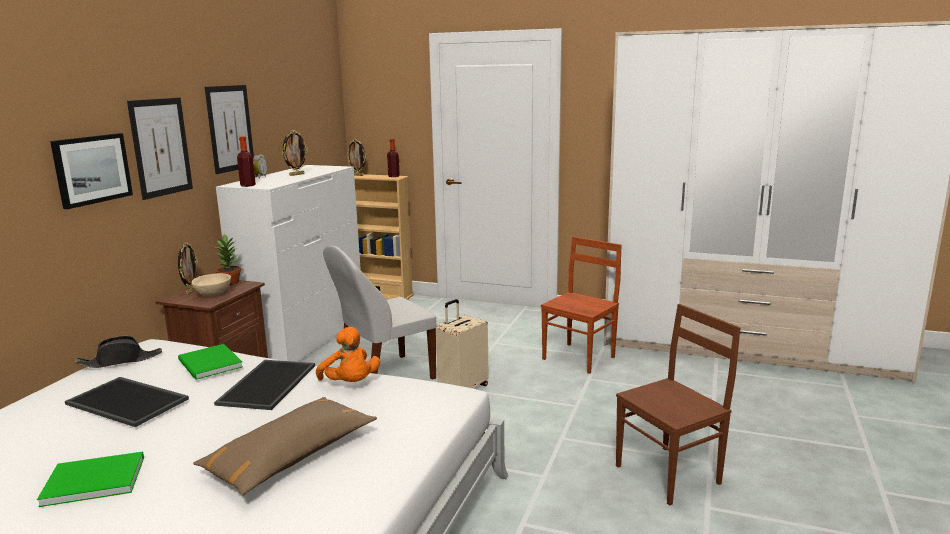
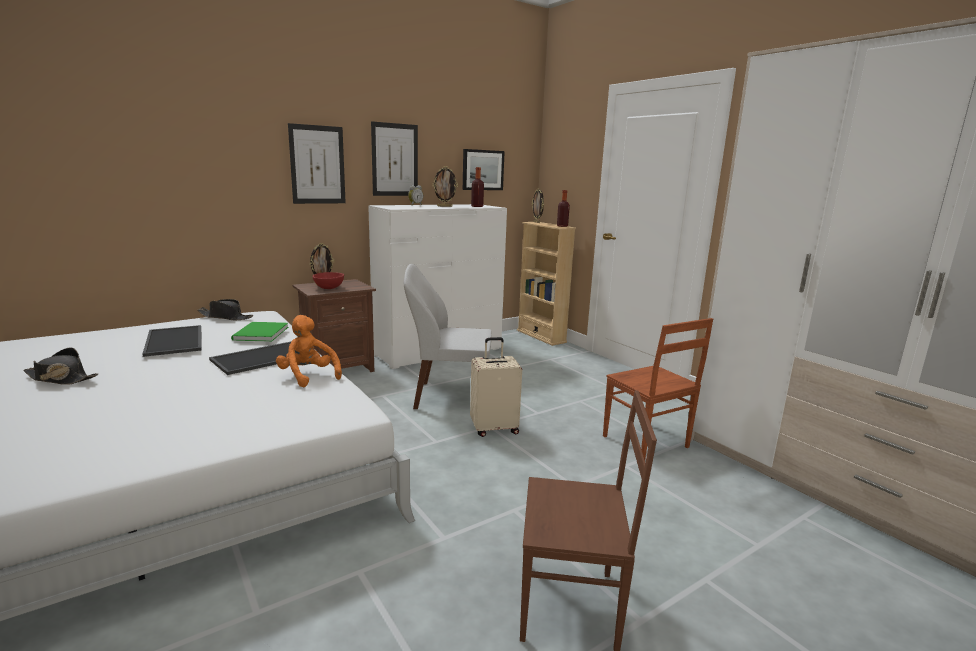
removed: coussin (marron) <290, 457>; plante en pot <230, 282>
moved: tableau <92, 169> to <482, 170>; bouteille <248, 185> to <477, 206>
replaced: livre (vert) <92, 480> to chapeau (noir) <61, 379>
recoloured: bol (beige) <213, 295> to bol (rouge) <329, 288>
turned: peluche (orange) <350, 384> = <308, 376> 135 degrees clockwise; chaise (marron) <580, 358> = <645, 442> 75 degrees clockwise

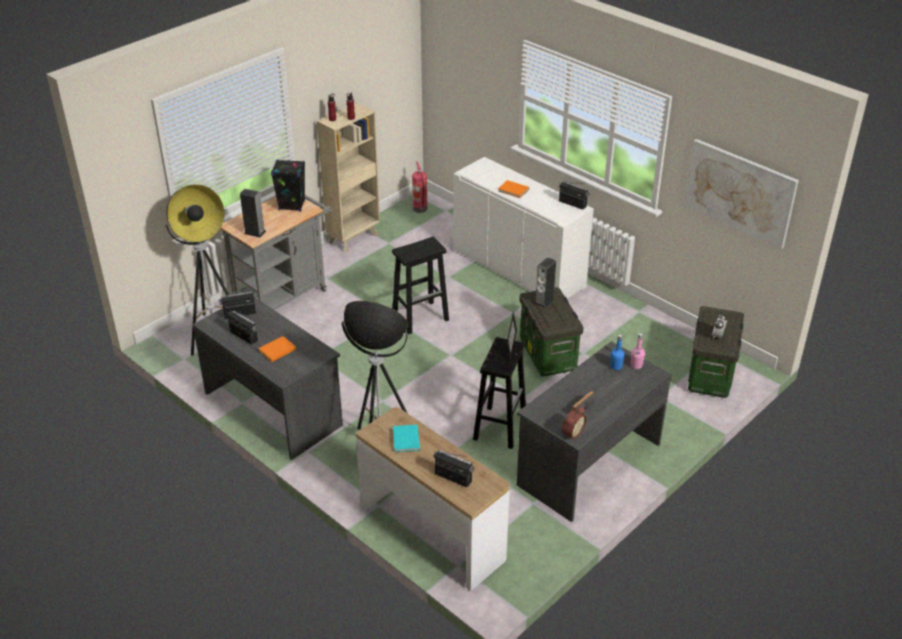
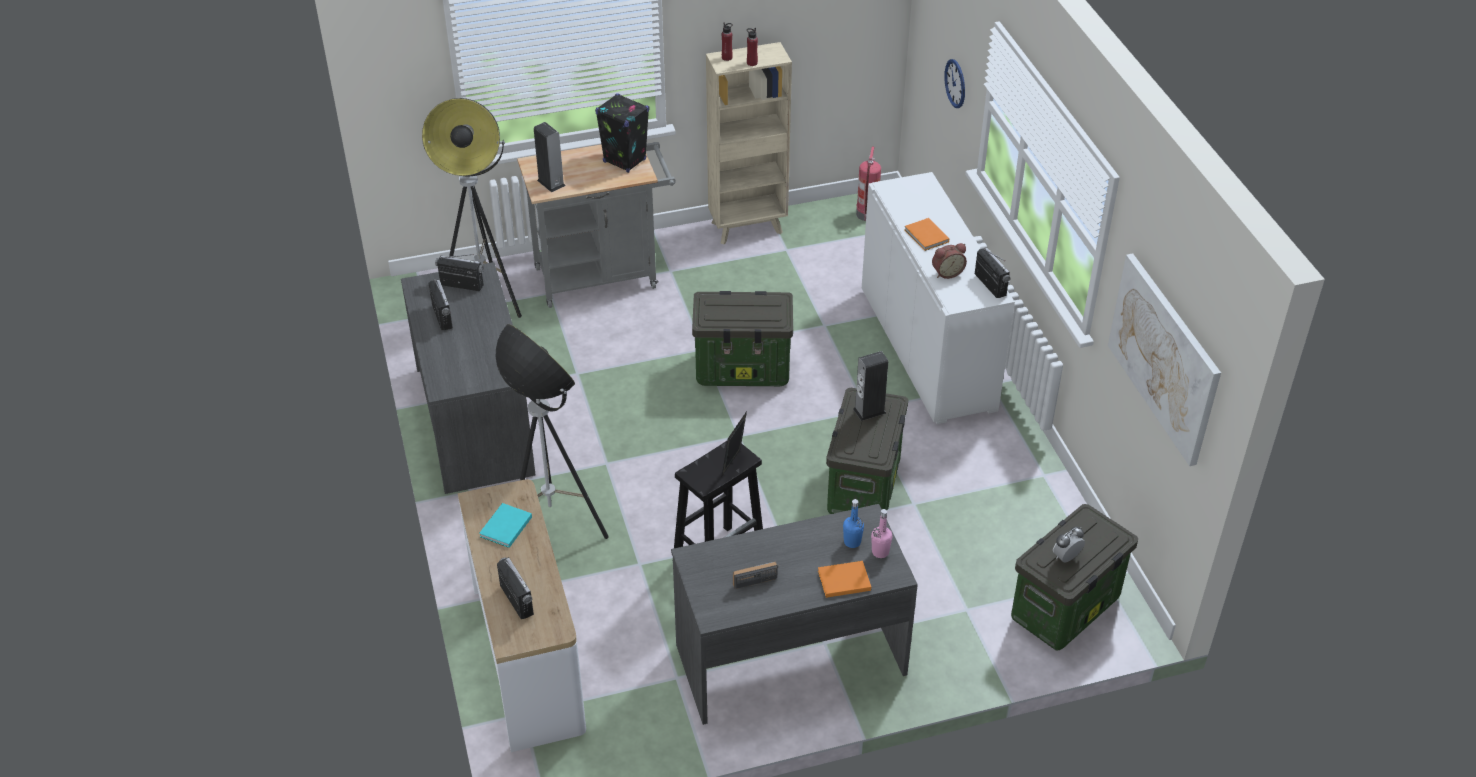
added: horloge murale <955, 83>
moved: livre (orange) <276, 350> to <842, 580>; réveil <571, 433> to <947, 272>
replaced: tabouret (noir) <421, 317> to boîte de rangement <744, 369>

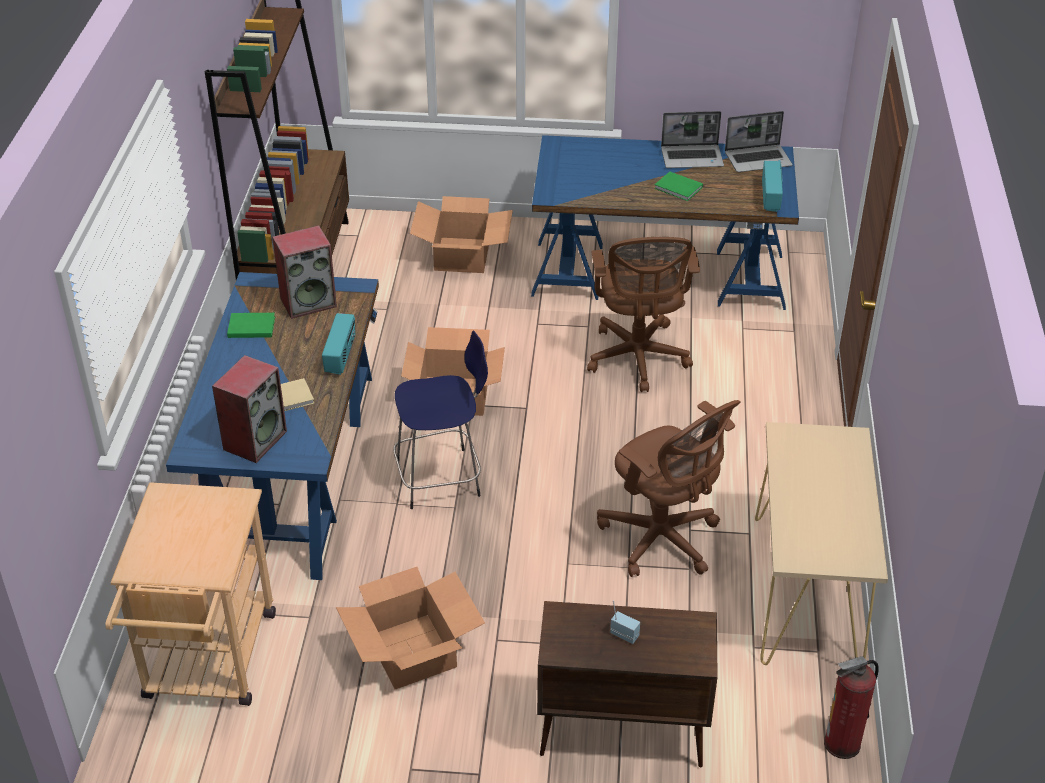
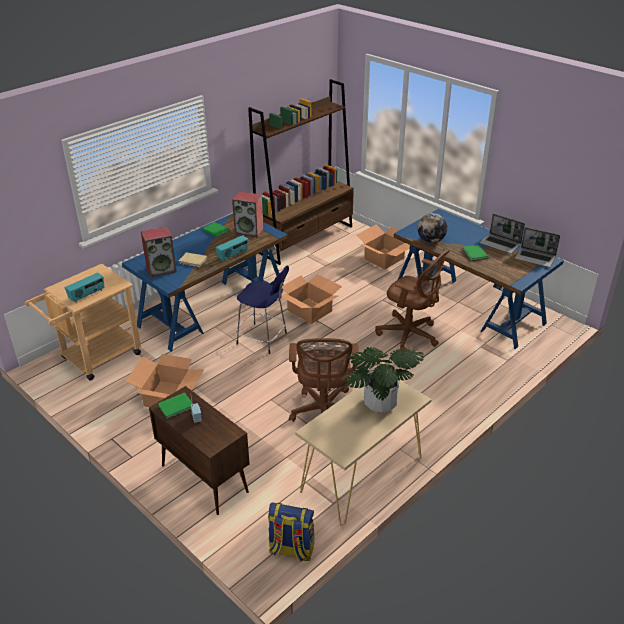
added: livre (vert) <177, 406>; plante en pot <380, 403>; globe <431, 241>
moved: radio <771, 198> to <87, 295>
replaced: extincteur <842, 744> to sac à dos <291, 549>
turned: chaise de bureau (marron) <638, 359> = <410, 335> 90 degrees counterclockwise

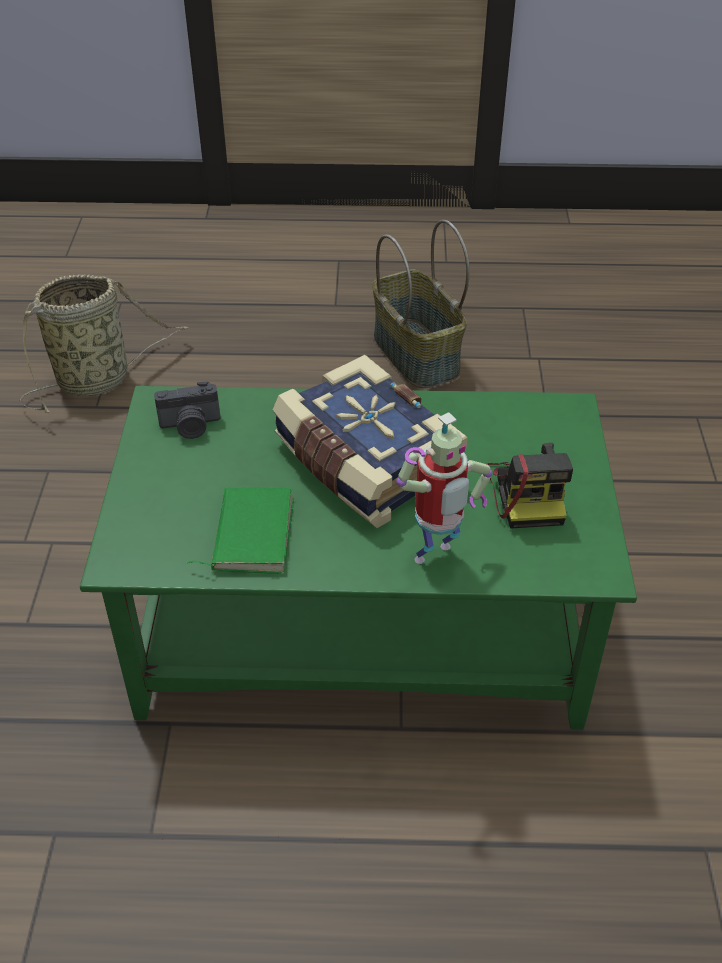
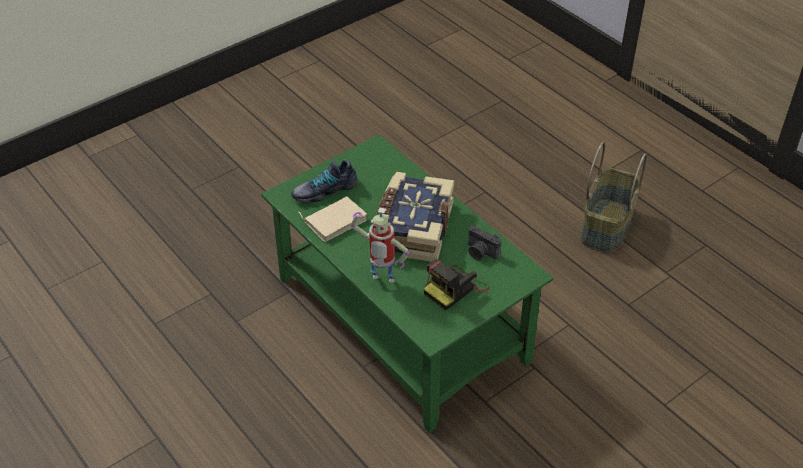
removed: panier <99, 379>
added: chaussure <324, 190>
moved: appareil photo <190, 426> to <480, 253>
recoloured: livre (vert) <250, 534> to livre (beige) <335, 220>

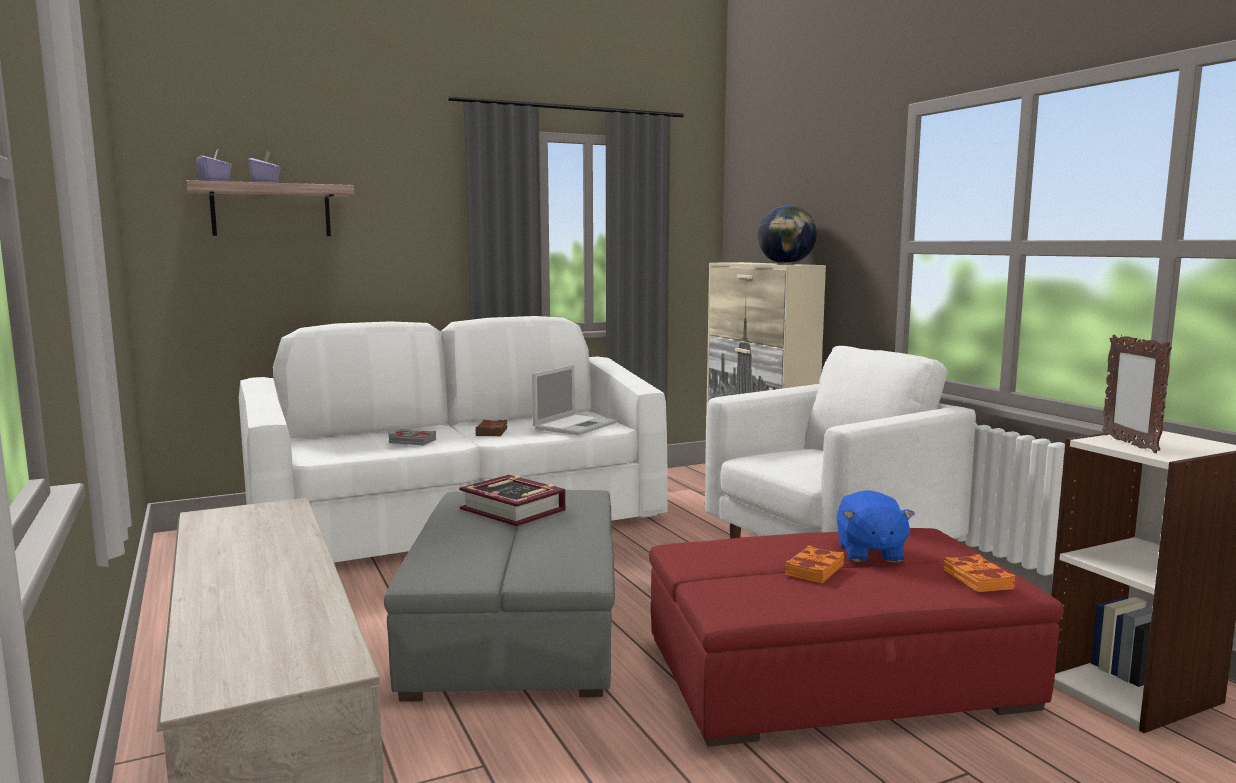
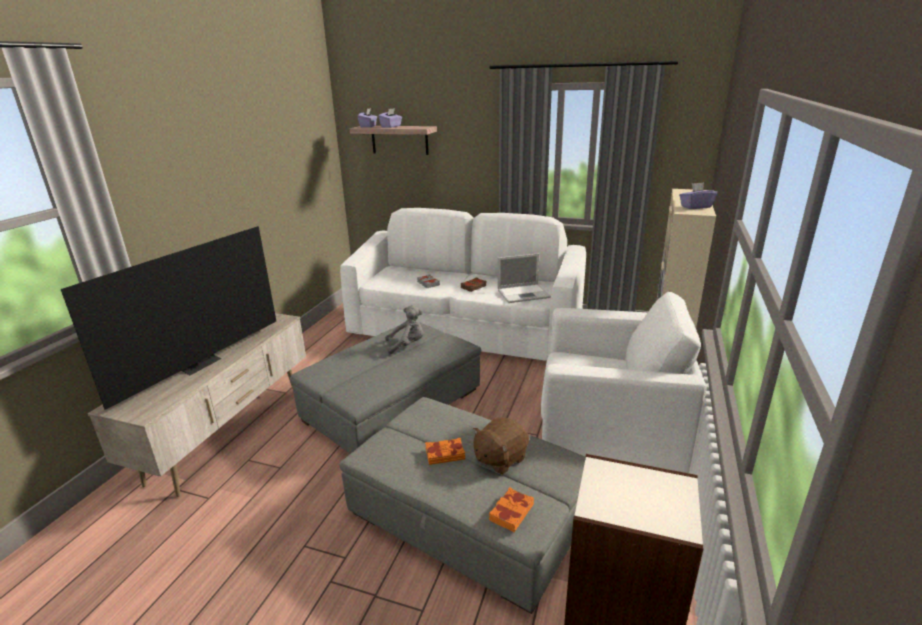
removed: cadre photo <1129, 444>
added: téléviseur <198, 363>
replaced: livre <513, 509> to peluche (gris) <407, 345>; globe <786, 264> to boîte à mouchoirs (violet) <695, 207>
recoloured: pouf (rouge) <835, 676> to pouf (gris) <468, 516>; peluche (bleu) <869, 553> to peluche (marron) <499, 459>

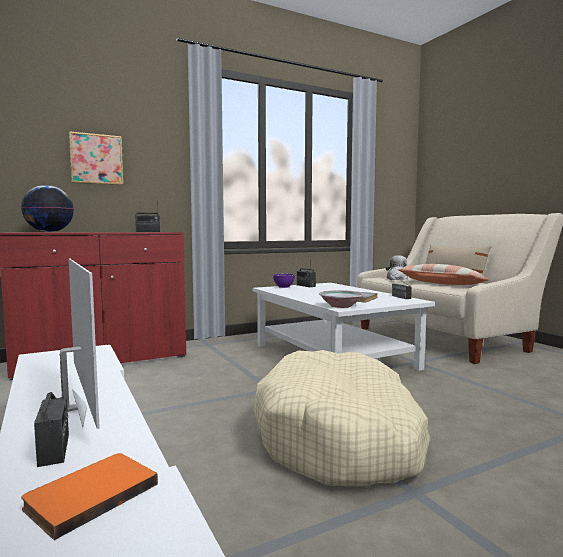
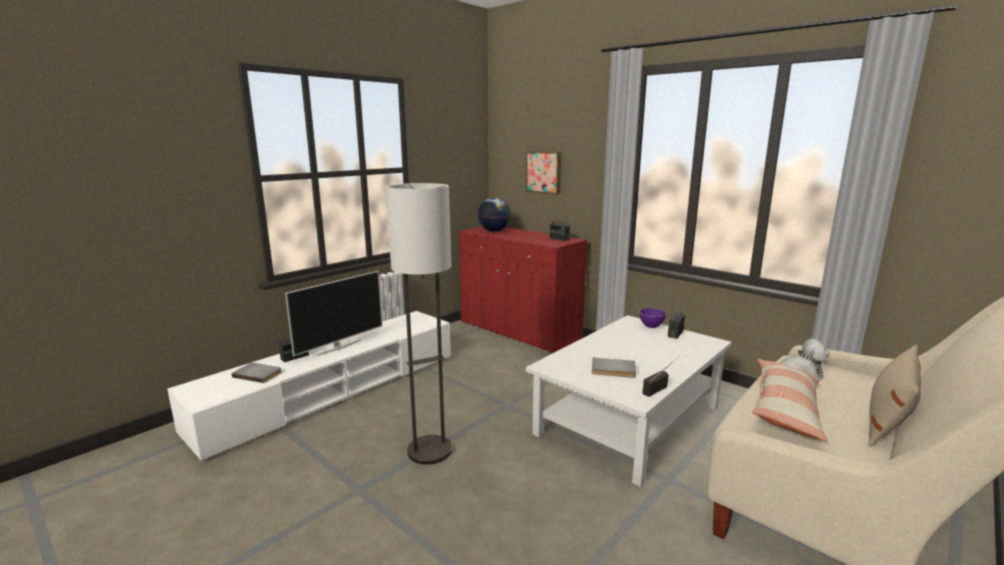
removed: bol <340, 306>
replaced: panier pour chien (beige) <340, 437> to lampadaire <430, 450>
recoloured: livre (orange) <89, 494> to livre (gris) <258, 374>

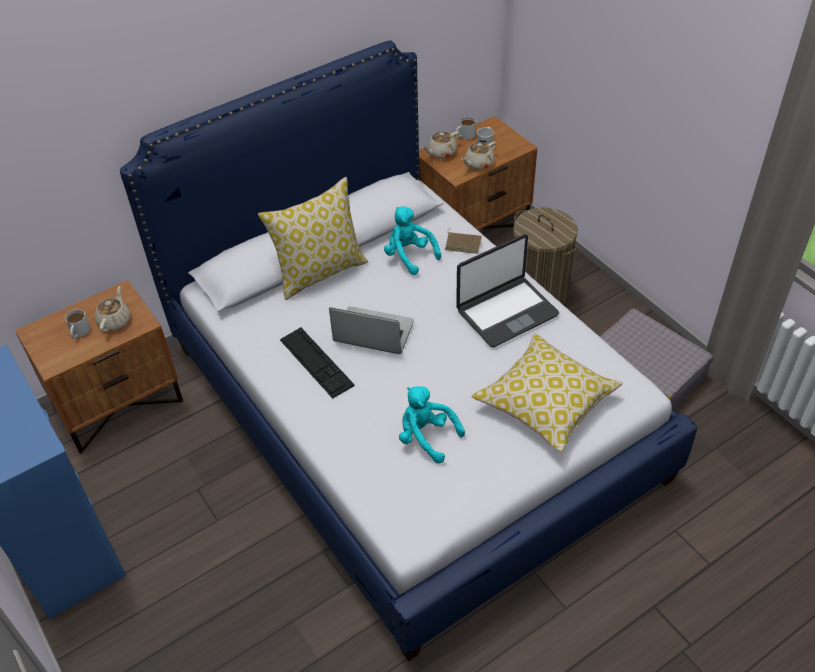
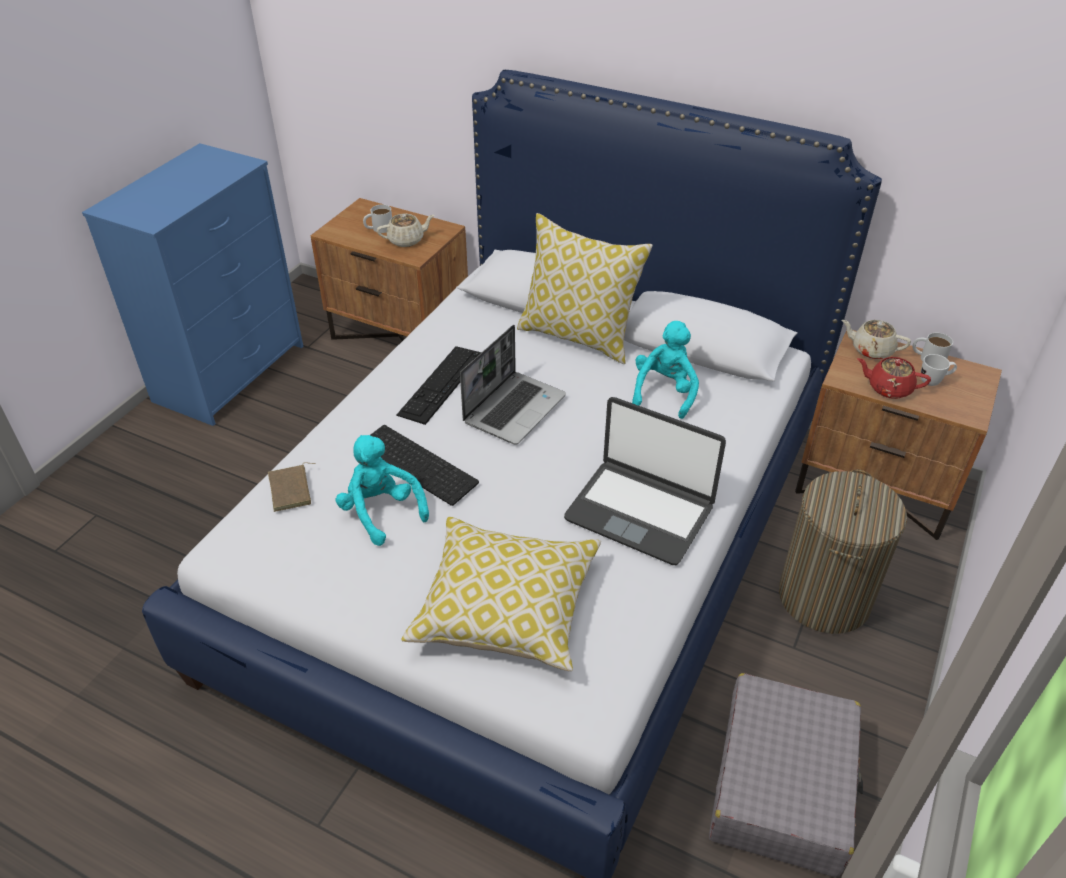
added: clavier <419, 463>
moved: livre (marron) <463, 243> to <292, 490>
recoloured: théière (beige) <478, 163> to théière (rouge) <888, 388>
turned: peluche (turquoise) <426, 437> = <381, 512> 45 degrees counterclockwise; ordinateur portable <372, 333> = <514, 408> 45 degrees clockwise

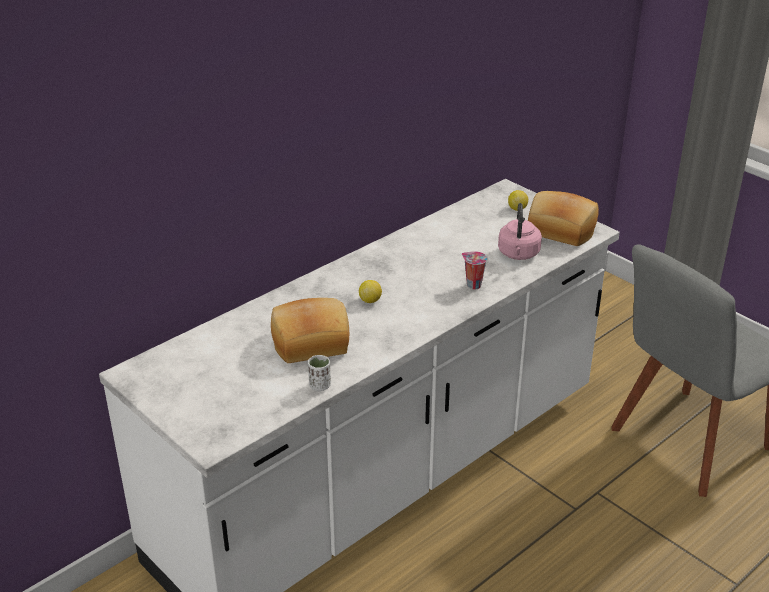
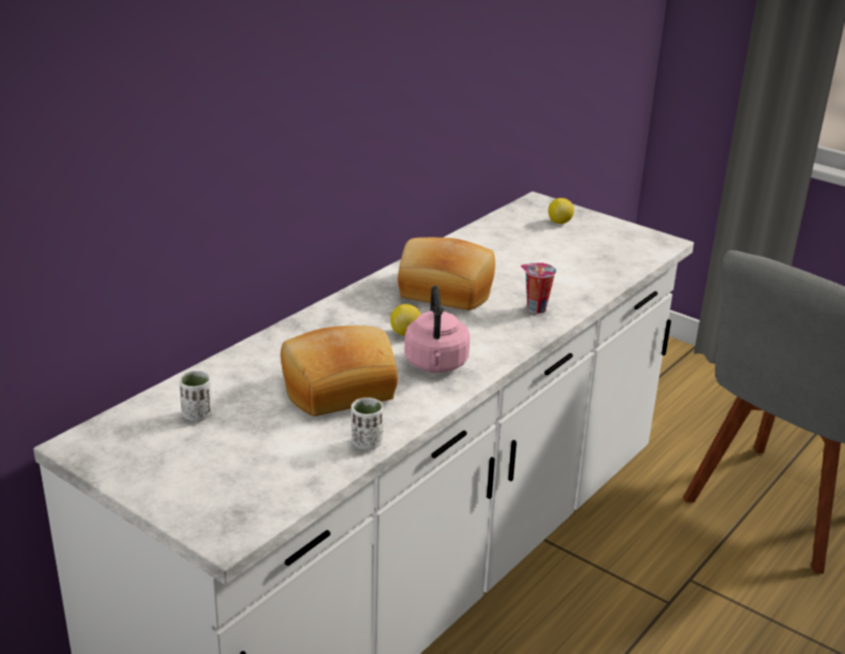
added: tasse (blanc) <197, 415>
moved: pain <561, 231> to <445, 292>; bouilloire (rose) <518, 254> to <436, 364>

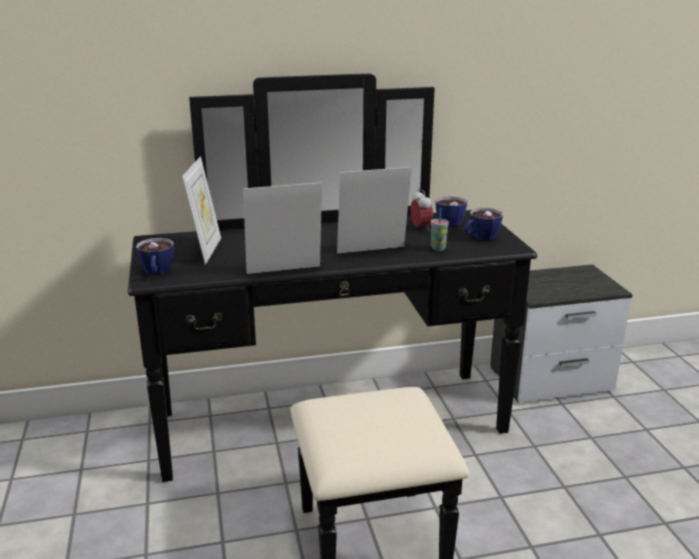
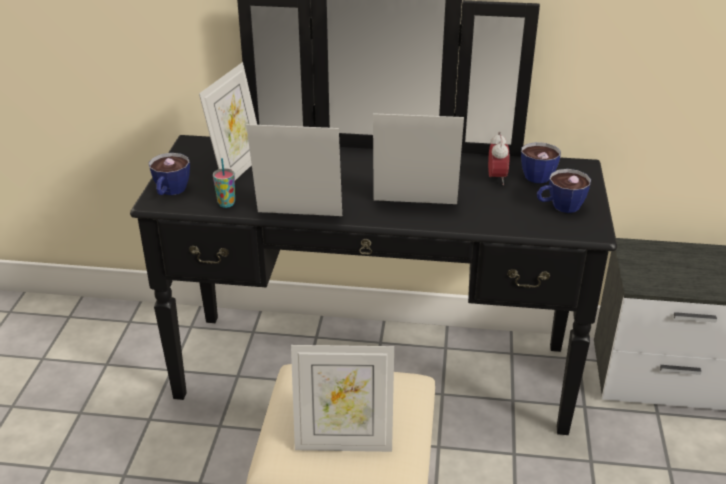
added: cadre photo <343, 443>
moved: tasse <438, 248> to <226, 204>

